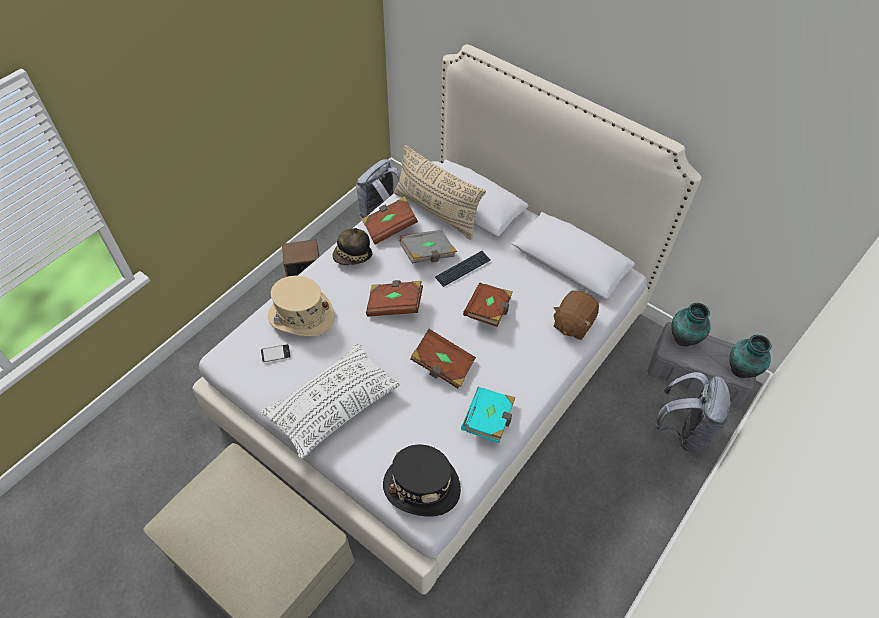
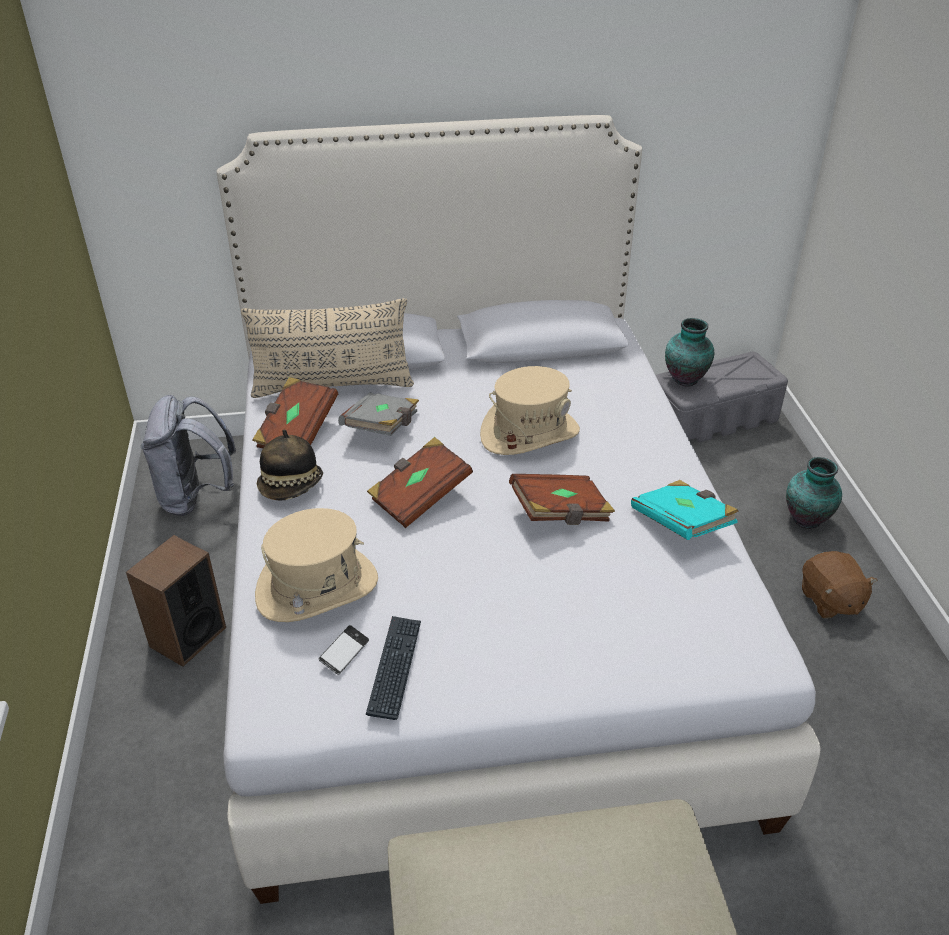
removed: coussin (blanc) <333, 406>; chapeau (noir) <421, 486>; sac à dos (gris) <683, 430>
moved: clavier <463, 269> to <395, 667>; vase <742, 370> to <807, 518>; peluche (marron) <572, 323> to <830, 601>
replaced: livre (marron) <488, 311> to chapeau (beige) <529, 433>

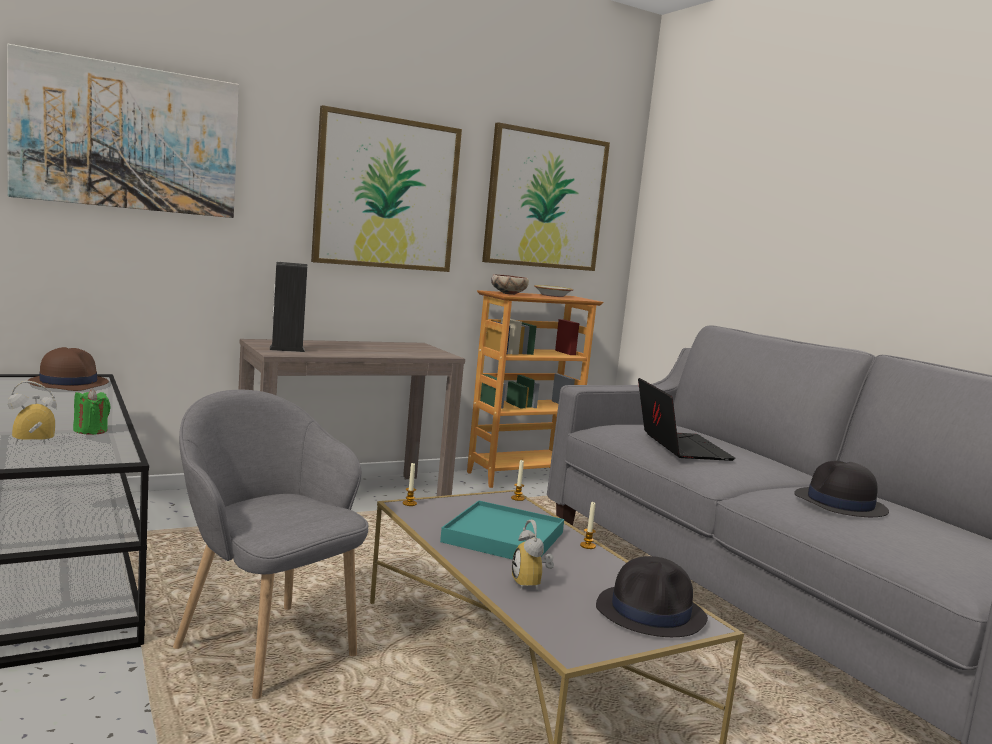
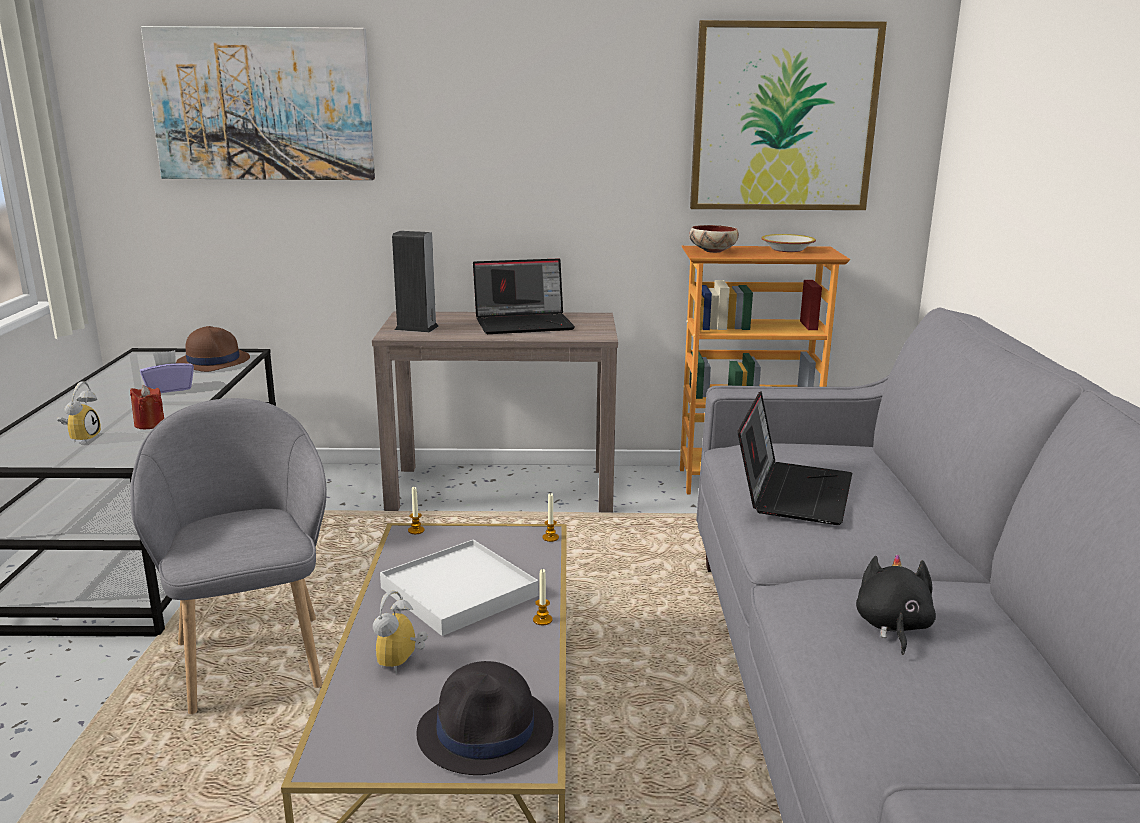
removed: tableau <387, 193>
added: boîte à mouchoirs (violet) <169, 389>; ordinateur portable <525, 323>
replaced: chapeau (noir) <840, 504> to peluche (noir) <892, 626>
recoloured: bougie (vert) <91, 431> to bougie (rouge) <149, 424>; plateau (turquoise) <503, 537> to plateau (blanc) <459, 591>
turned: réveil <32, 444> = <82, 438> 90 degrees clockwise

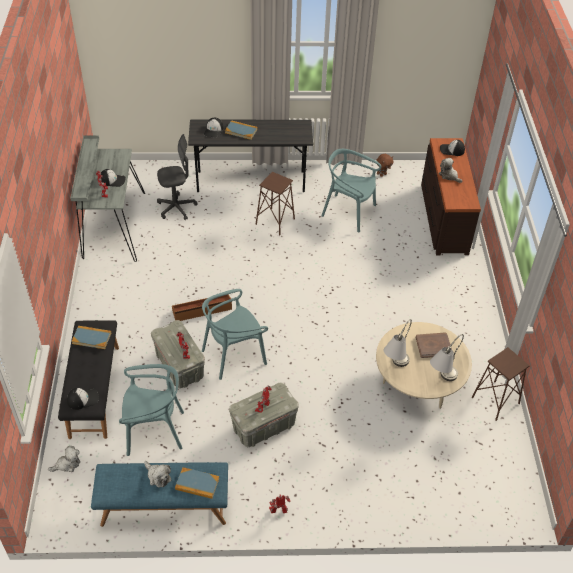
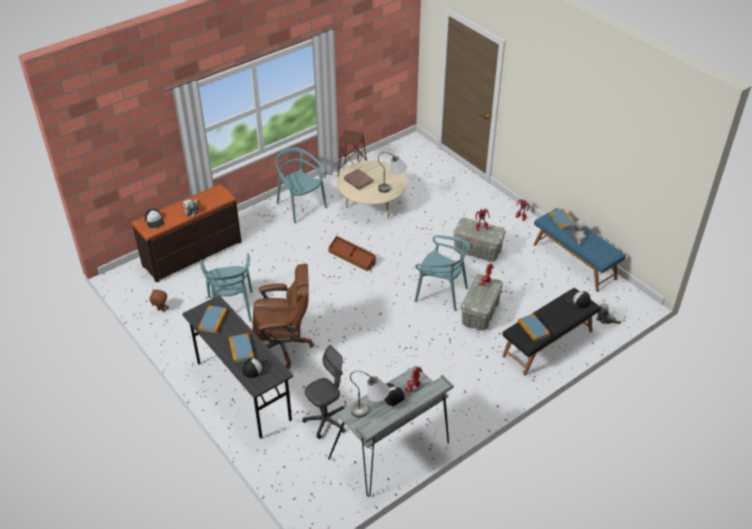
added: livre <213, 320>
moved: chaise (turquoise) <154, 431> to <300, 206>; boîte de rangement (marron) <202, 310> to <352, 257>; lampe de table (gris) <441, 380> to <370, 412>
replaced: tabouret (marron) <275, 221> to chaise de bureau (marron) <283, 345>
turned: chaise de bureau (gris) <176, 208> = <326, 421> 105 degrees clockwise

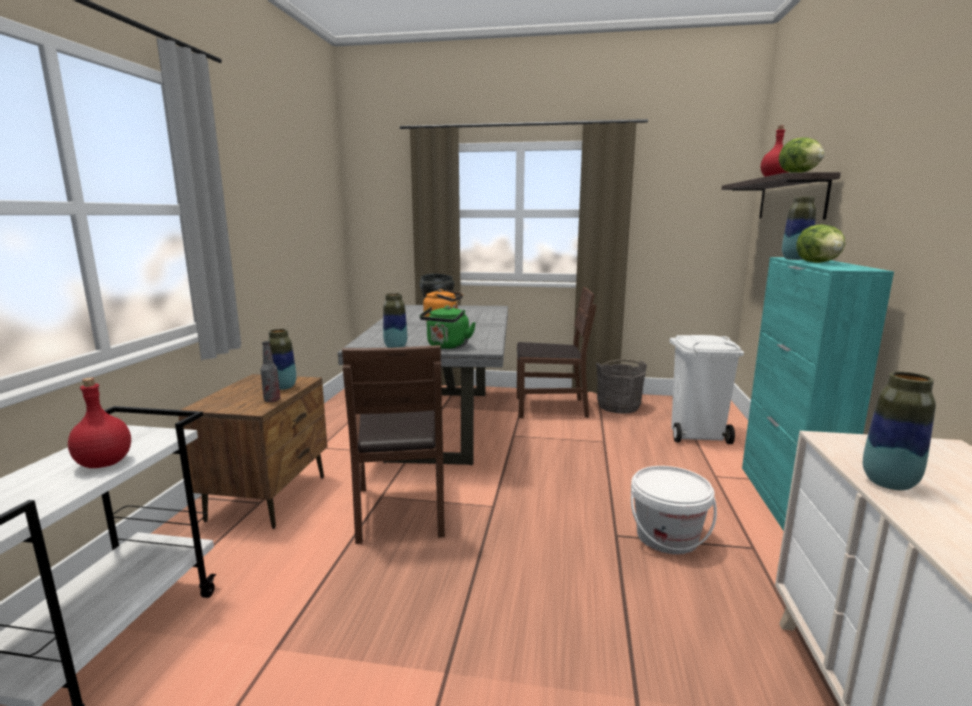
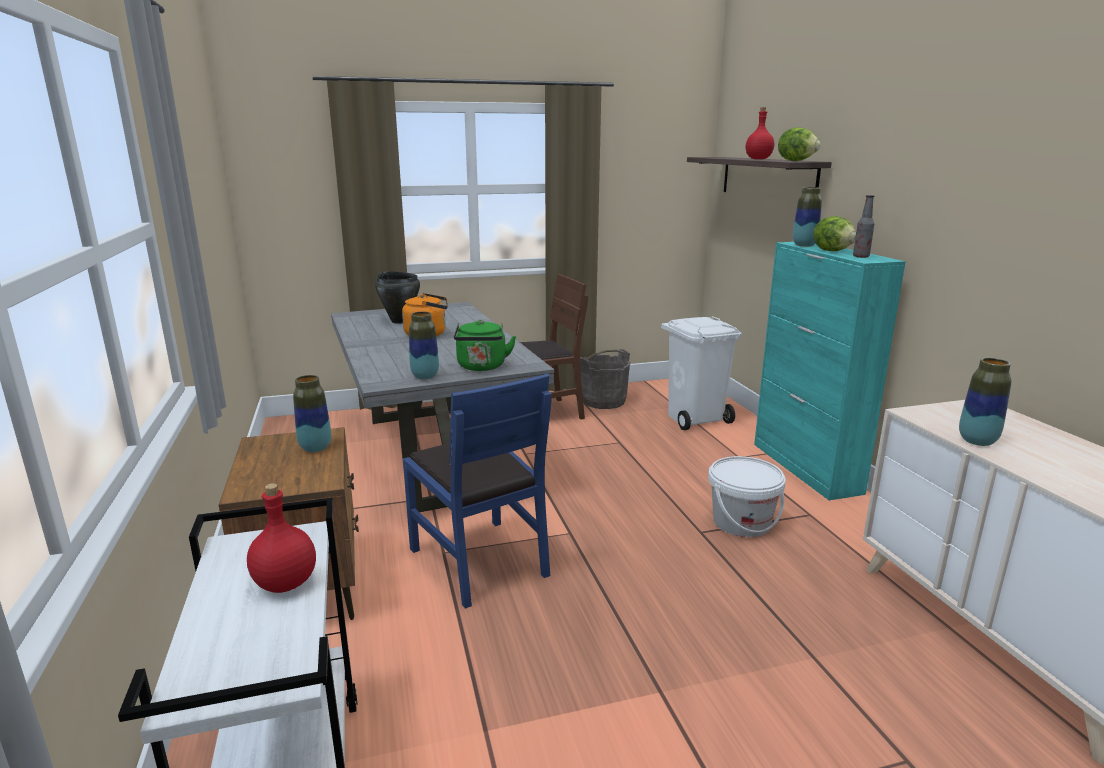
moved: bouteille <272, 400> to <861, 256>
recoloured: chaise (marron) <401, 510> to chaise (bleu) <479, 561>

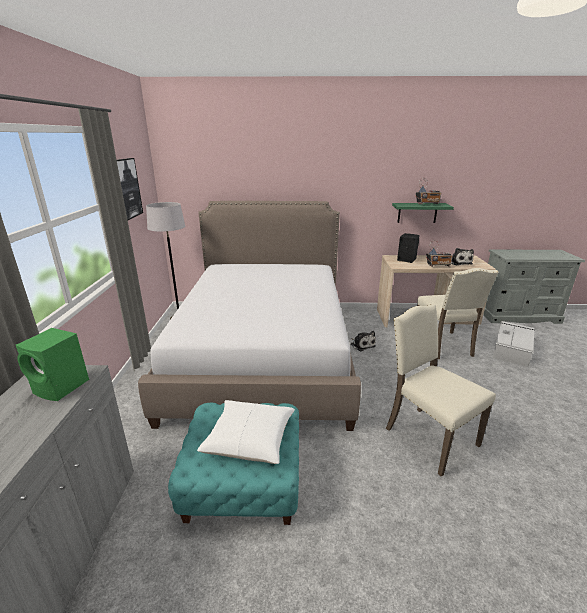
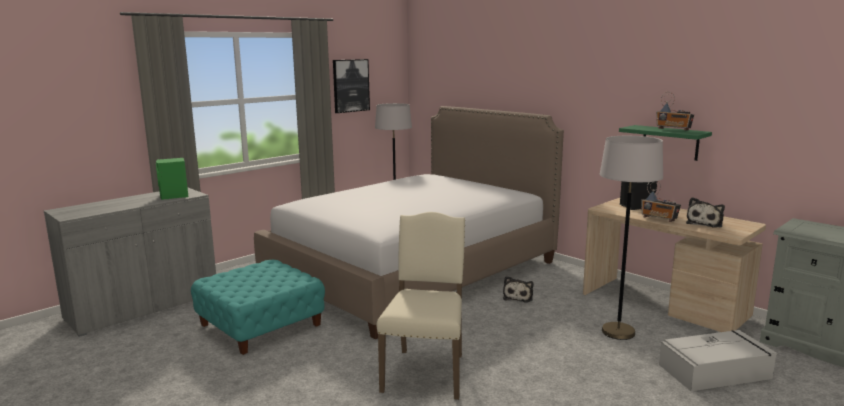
removed: coussin (blanc) <249, 439>
replaced: chaise (beige) <444, 345> to lampadaire (gris) <618, 332>

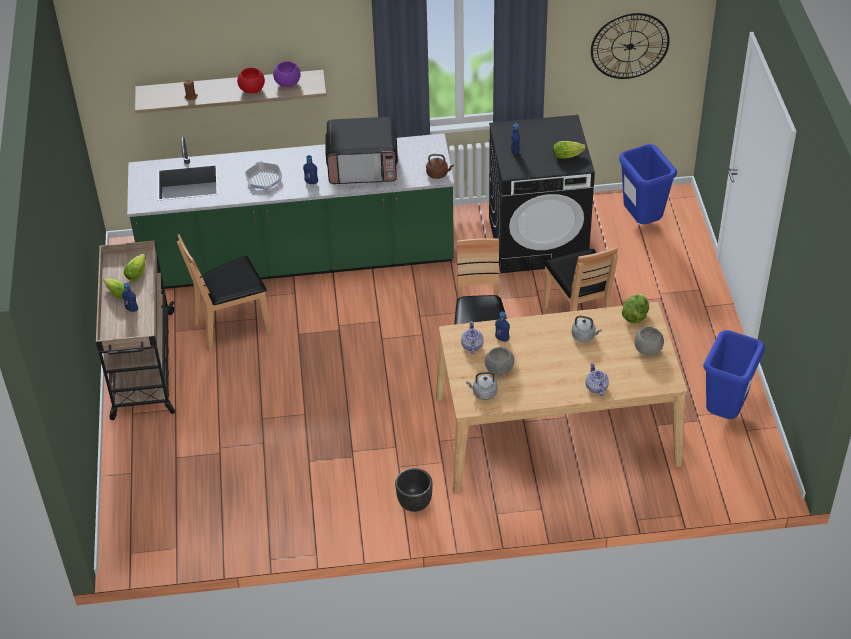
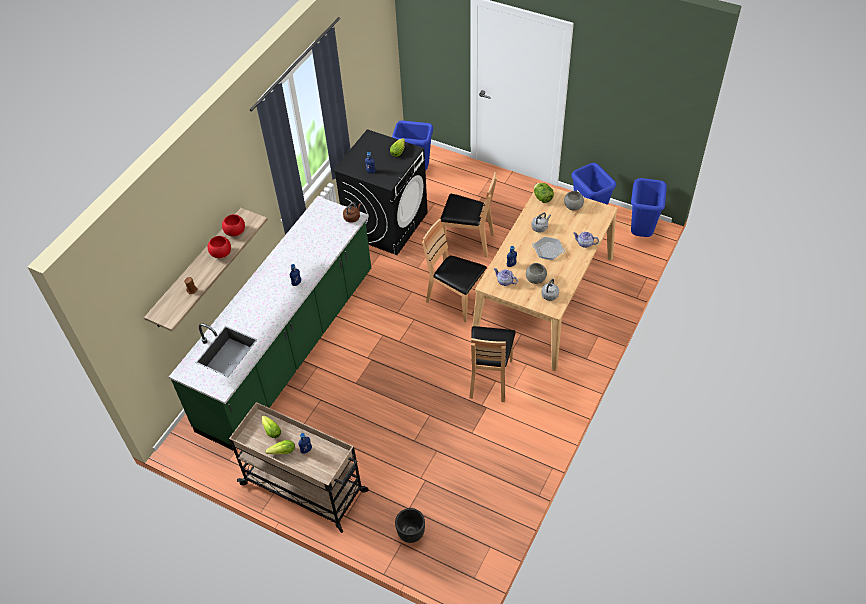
removed: micro-ondes <363, 166>; horloge murale <630, 46>
added: poubelle (bleu) <641, 233>
moved: cache-pot (noir) <415, 503> to <411, 533>; chaise (marron) <232, 326> to <490, 378>; poêle <264, 179> to <548, 250>
recoloured: bol (violet) <287, 83> to bol (rouge) <235, 231>

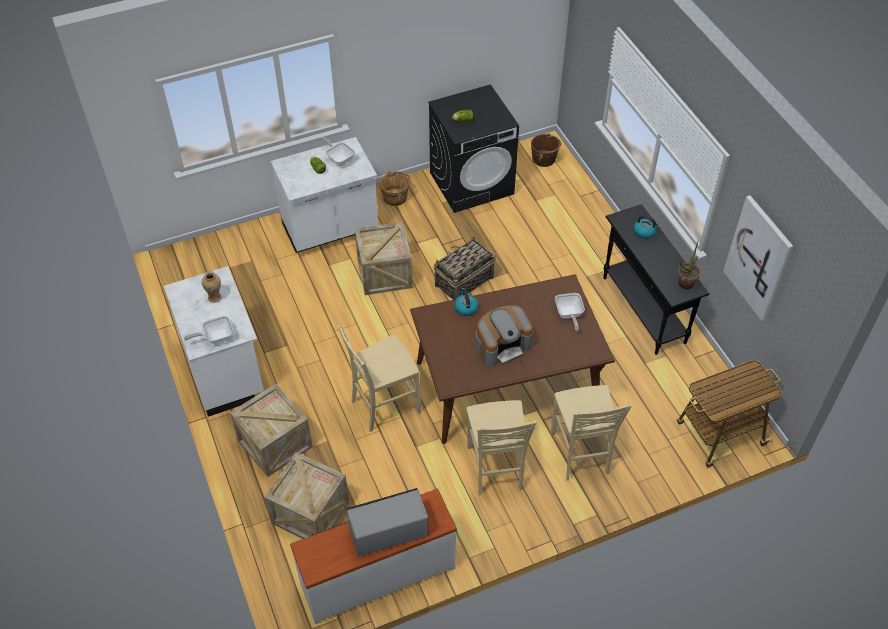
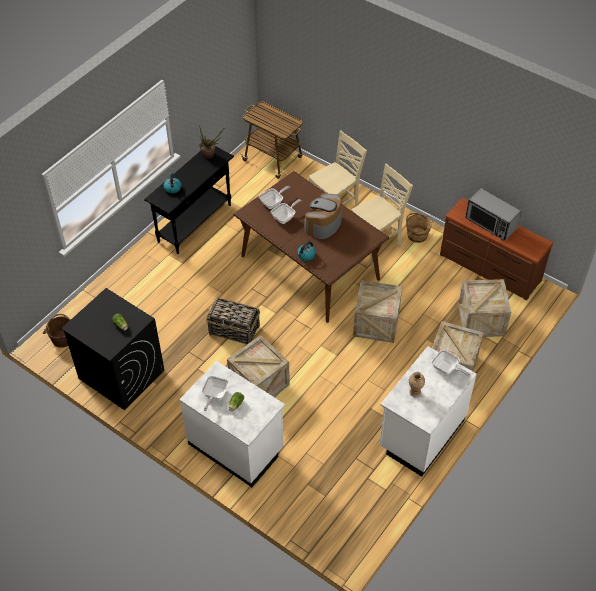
removed: tableau <758, 258>
added: poêle <285, 217>
moved: seau (marron) <395, 197> to <417, 235>
replaced: chaise (beige) <383, 405> to caisse <376, 323>
recoloured: commode (blanc) <377, 574> to commode (marron) <489, 268>
turned: machine à café <502, 346> = <323, 224> 90 degrees counterclockwise

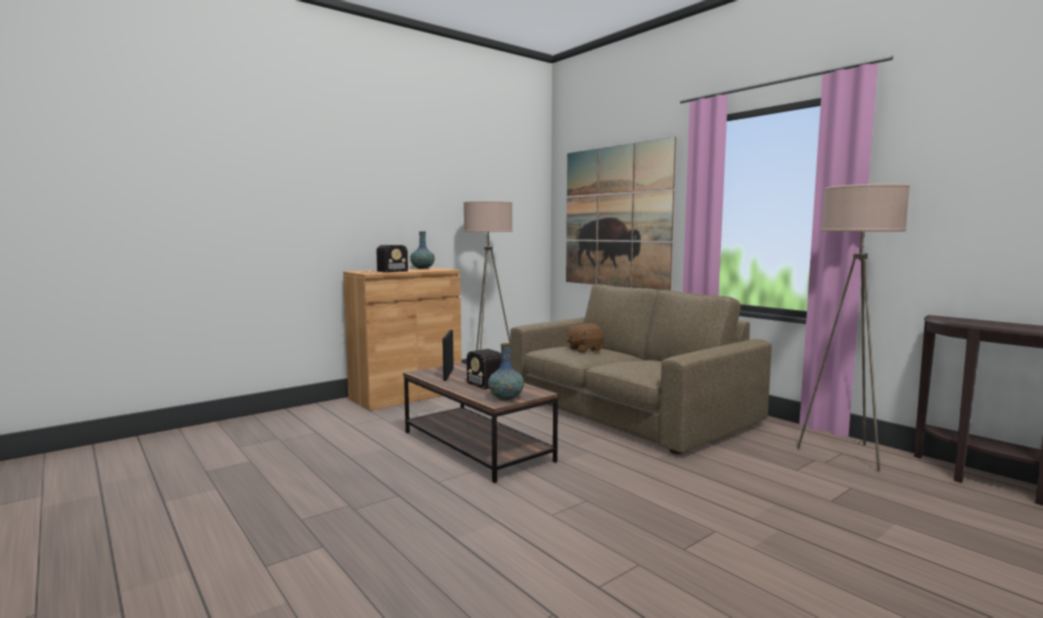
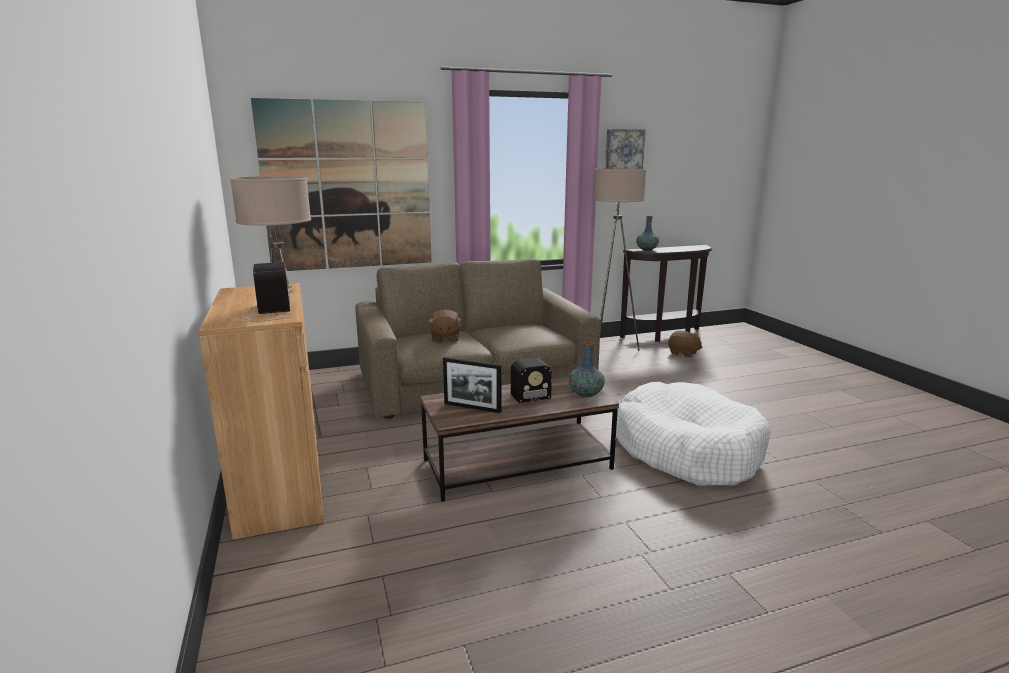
added: tableau <623, 150>; panier pour chien (blanc) <686, 449>; peluche (marron) <683, 353>
moved: vase <422, 268> to <646, 250>

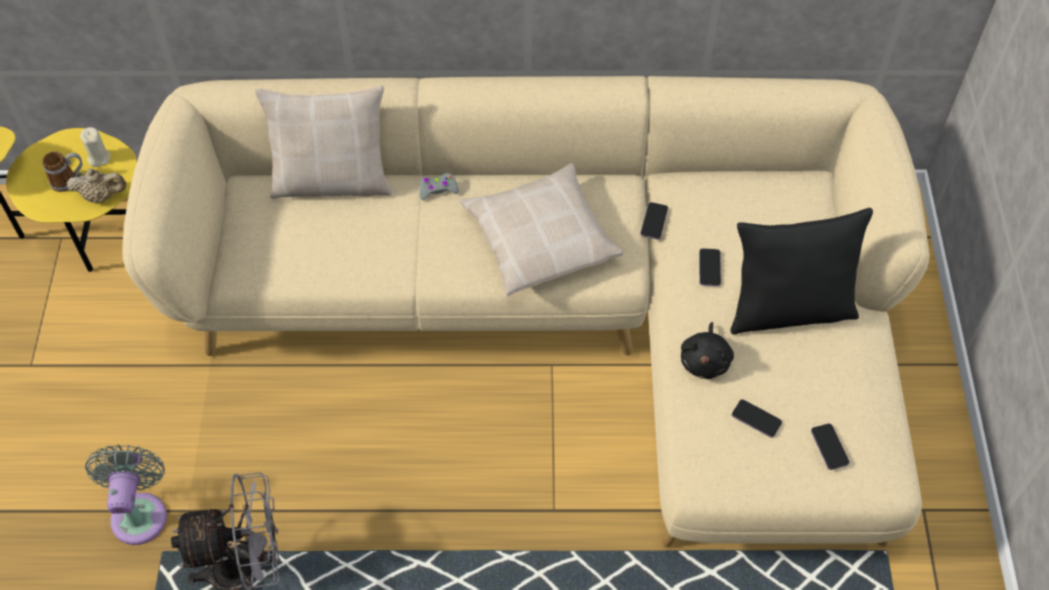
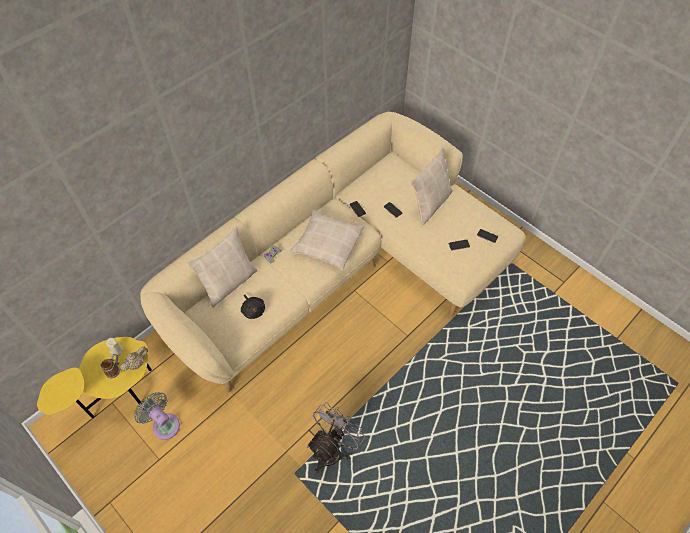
moved: ventilateur (gris) <140, 512> to <164, 424>; peluche (noir) <705, 360> to <253, 310>
recoloured: coussin (noir) <789, 308> to coussin (beige) <430, 203>

